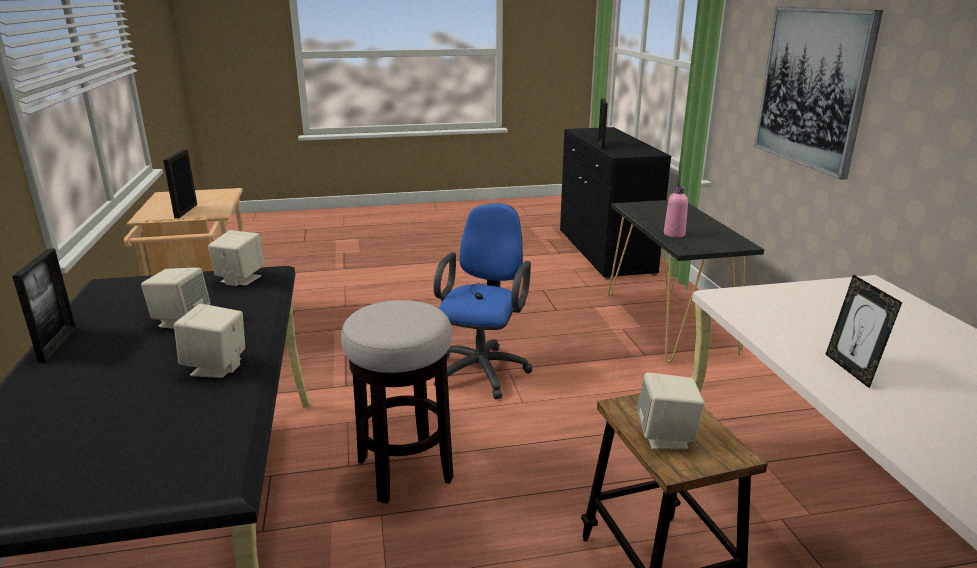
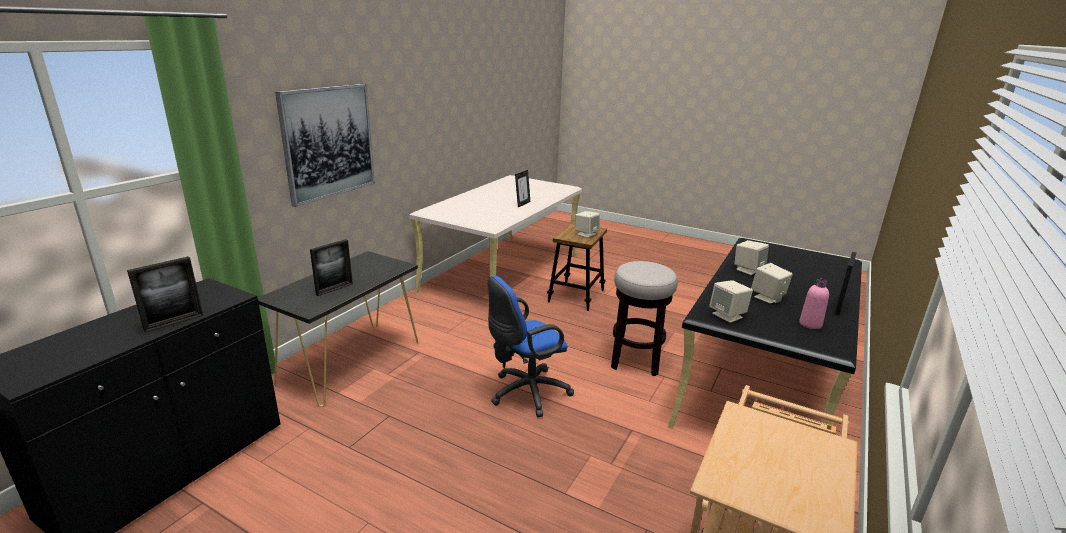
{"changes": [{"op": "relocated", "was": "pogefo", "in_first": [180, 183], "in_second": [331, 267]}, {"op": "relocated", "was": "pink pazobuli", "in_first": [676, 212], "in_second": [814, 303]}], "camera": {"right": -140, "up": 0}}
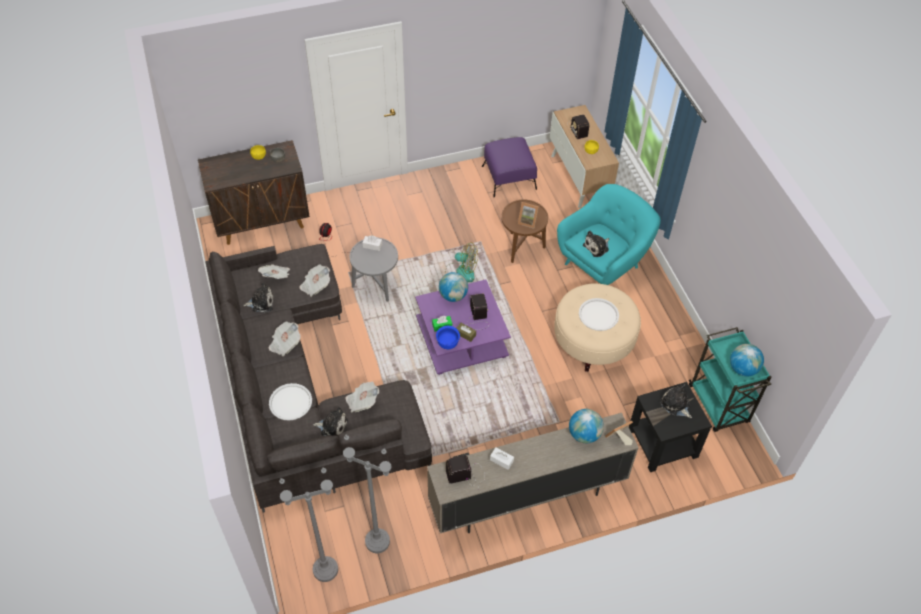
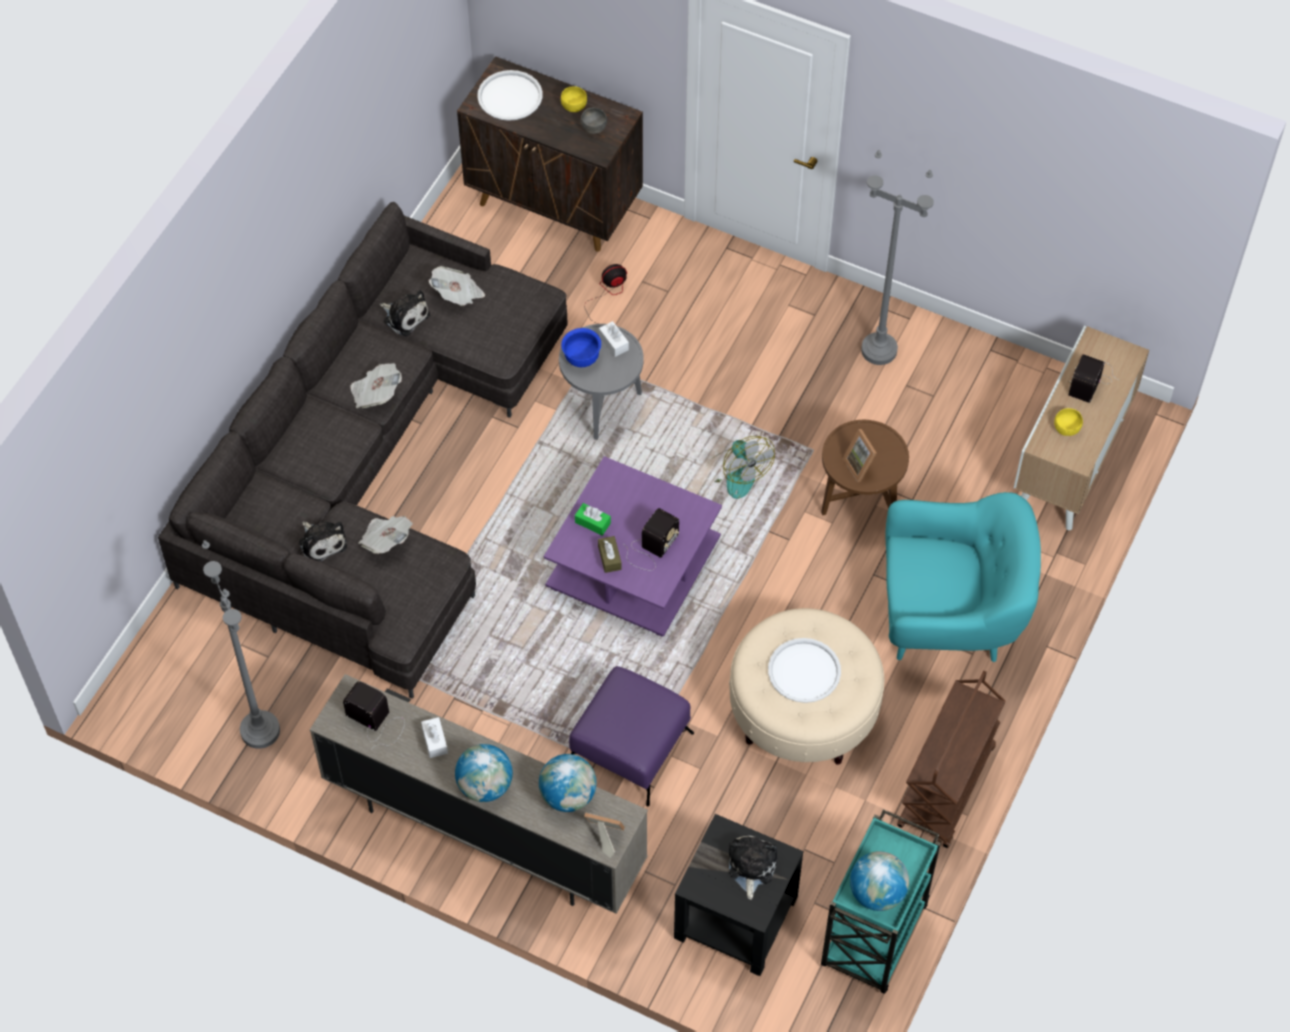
{"changes": [{"op": "missing", "was": "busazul", "in_first": [315, 281]}, {"op": "missing", "was": "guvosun", "in_first": [596, 244]}, {"op": "appeared", "now": "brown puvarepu", "in_second": [951, 759]}, {"op": "relocated", "was": "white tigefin", "in_first": [290, 402], "in_second": [510, 95]}, {"op": "relocated", "was": "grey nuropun", "in_first": [308, 525], "in_second": [897, 257]}, {"op": "relocated", "was": "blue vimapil", "in_first": [448, 337], "in_second": [581, 347]}, {"op": "relocated", "was": "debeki", "in_first": [453, 287], "in_second": [484, 773]}, {"op": "relocated", "was": "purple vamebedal", "in_first": [509, 167], "in_second": [631, 736]}], "camera": {"right": 45, "up": 5}}
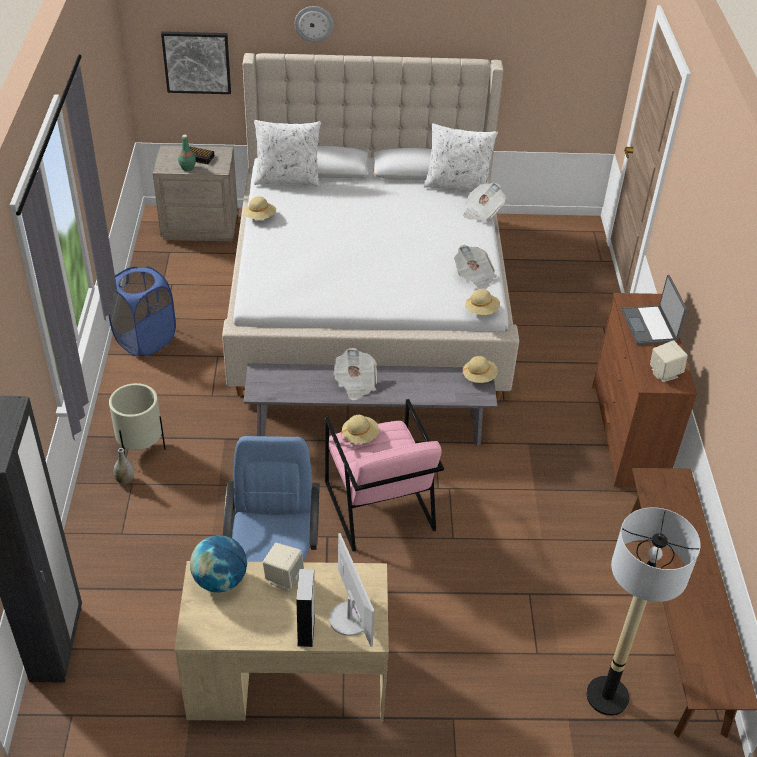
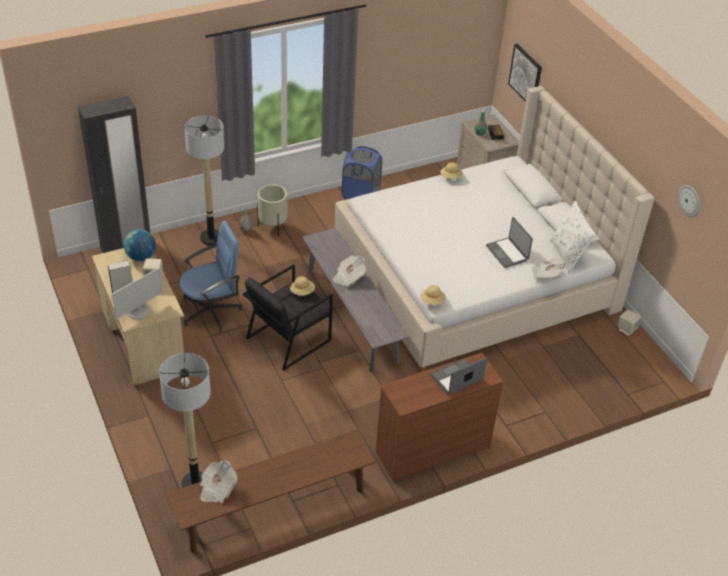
{"changes": [{"op": "missing", "was": "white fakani", "in_first": [287, 153]}, {"op": "missing", "was": "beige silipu", "in_first": [480, 369]}, {"op": "appeared", "now": "nuropun", "in_second": [204, 180]}, {"op": "appeared", "now": "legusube", "in_second": [509, 242]}, {"op": "relocated", "was": "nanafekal", "in_first": [314, 24], "in_second": [689, 201]}, {"op": "relocated", "was": "busazul", "in_first": [475, 267], "in_second": [218, 482]}, {"op": "relocated", "was": "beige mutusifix", "in_first": [669, 361], "in_second": [629, 322]}, {"op": "colour", "was": "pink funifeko", "now": "black funifeko", "in_first": [384, 475], "in_second": [288, 317]}], "camera": {"right": 65, "up": 0}}
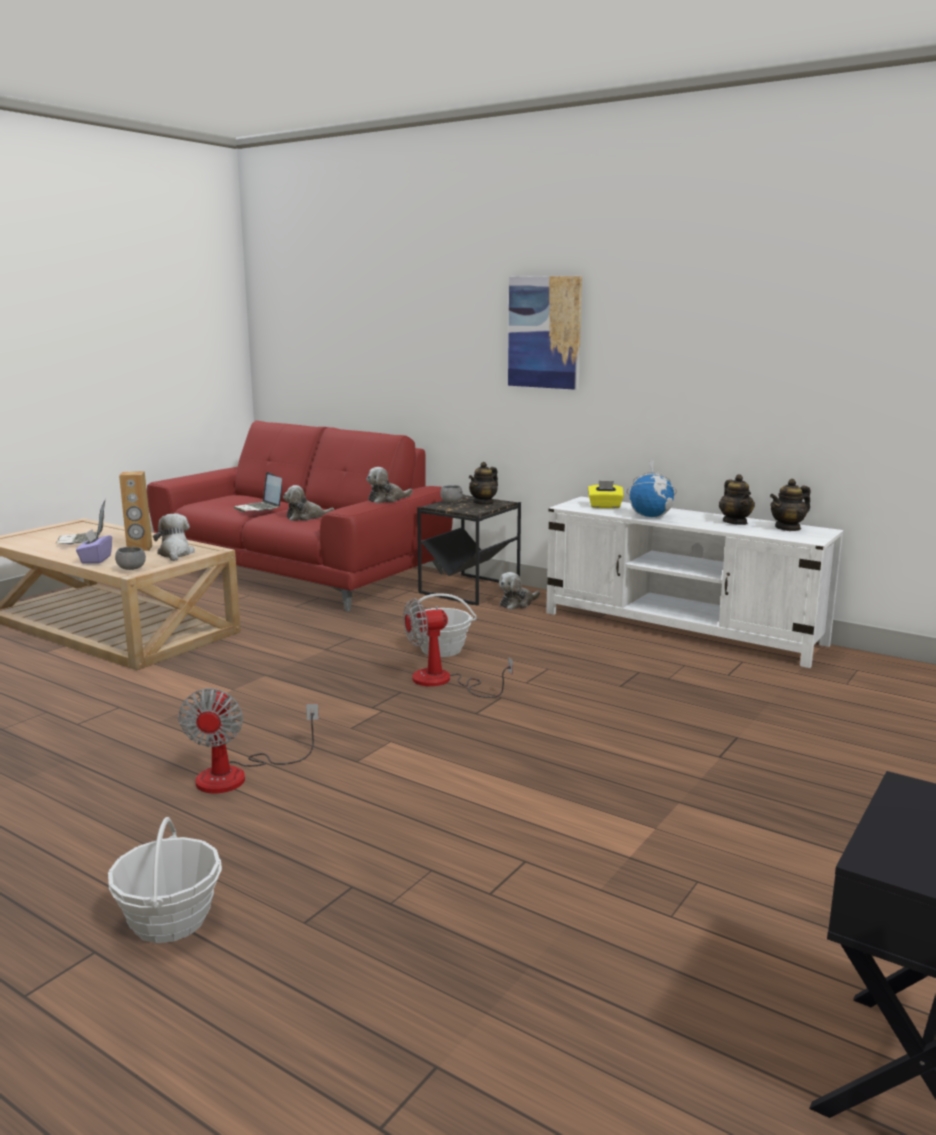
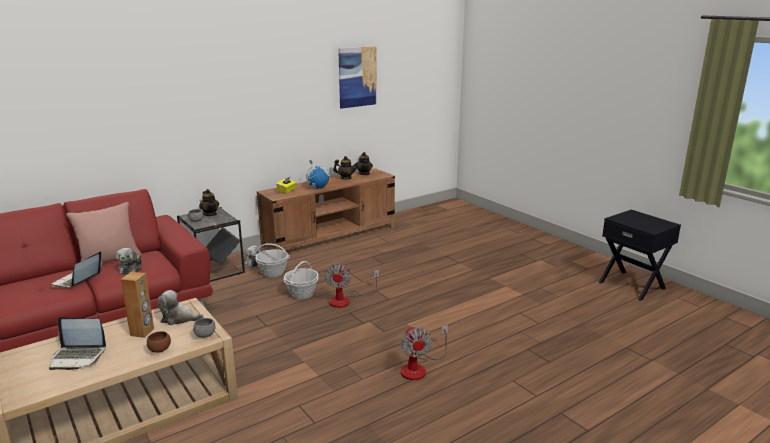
{"changes": [{"op": "missing", "was": "guvosun", "in_first": [389, 485]}, {"op": "appeared", "now": "pink fakani", "in_second": [104, 232]}, {"op": "relocated", "was": "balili", "in_first": [165, 880], "in_second": [272, 260]}, {"op": "relocated", "was": "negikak", "in_first": [545, 333], "in_second": [357, 77]}, {"op": "exchanged", "was": "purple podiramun", "now": "brown vimapil", "in_first": [94, 546], "in_second": [159, 342]}, {"op": "colour", "was": "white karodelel", "now": "brown karodelel", "in_first": [695, 582], "in_second": [326, 209]}, {"op": "spun", "was": "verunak", "in_first": [248, 740], "in_second": [424, 352], "clockwise": 60}, {"op": "spun", "was": "legusube", "in_first": [257, 492], "in_second": [76, 269], "clockwise": 120}], "camera": {"right": -70, "up": 5}}
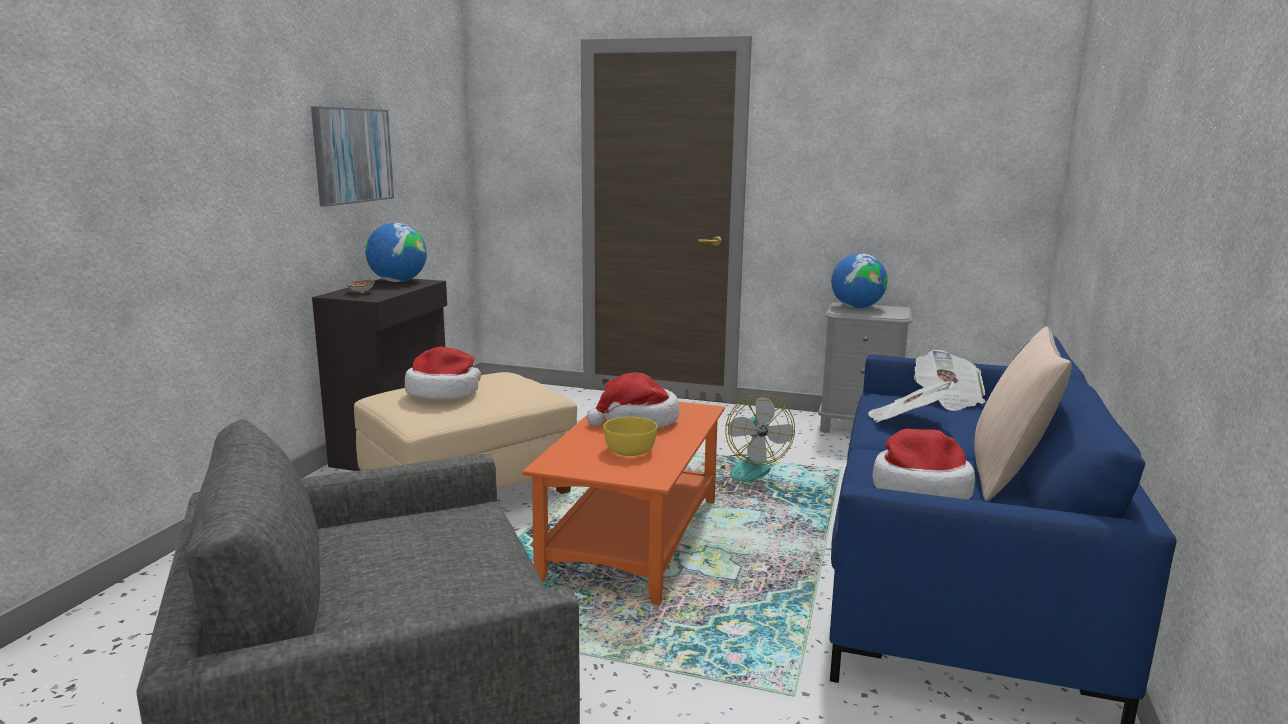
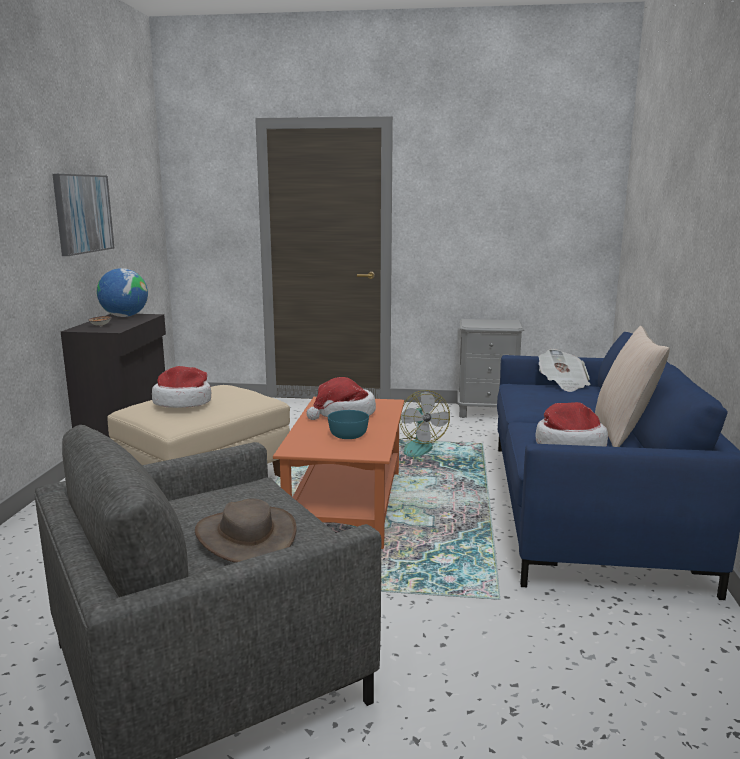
{"changes": [{"op": "missing", "was": "debeki", "in_first": [859, 280]}, {"op": "missing", "was": "busazul", "in_first": [911, 402]}, {"op": "appeared", "now": "brown silipu", "in_second": [246, 531]}, {"op": "colour", "was": "yellow vimapil", "now": "turquoise vimapil", "in_first": [630, 436], "in_second": [348, 424]}], "camera": {"right": -10, "up": 0}}
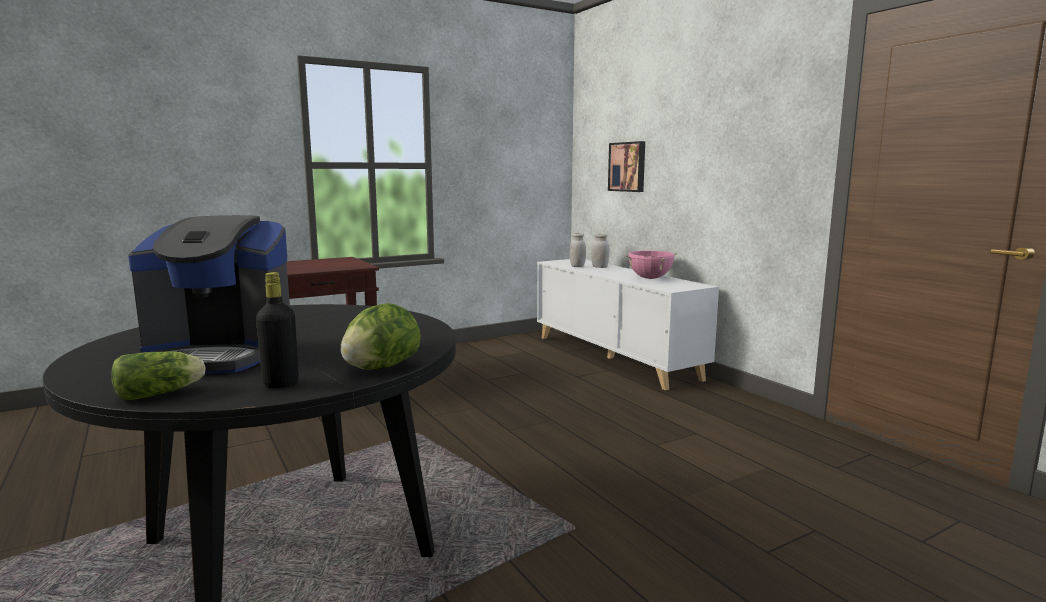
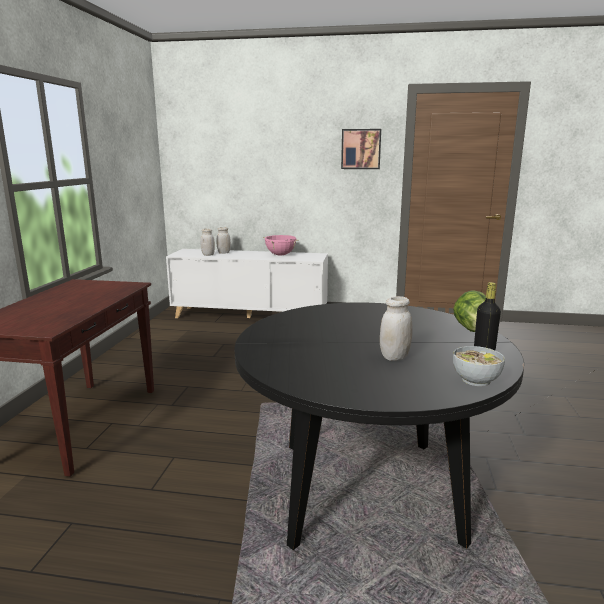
{"changes": [{"op": "relocated", "was": "negikak", "in_first": [626, 166], "in_second": [361, 149]}, {"op": "exchanged", "was": "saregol", "now": "vimapil", "in_first": [158, 375], "in_second": [479, 366]}, {"op": "exchanged", "was": "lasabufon", "now": "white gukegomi", "in_first": [209, 294], "in_second": [396, 328]}], "camera": {"right": -50, "up": 5}}
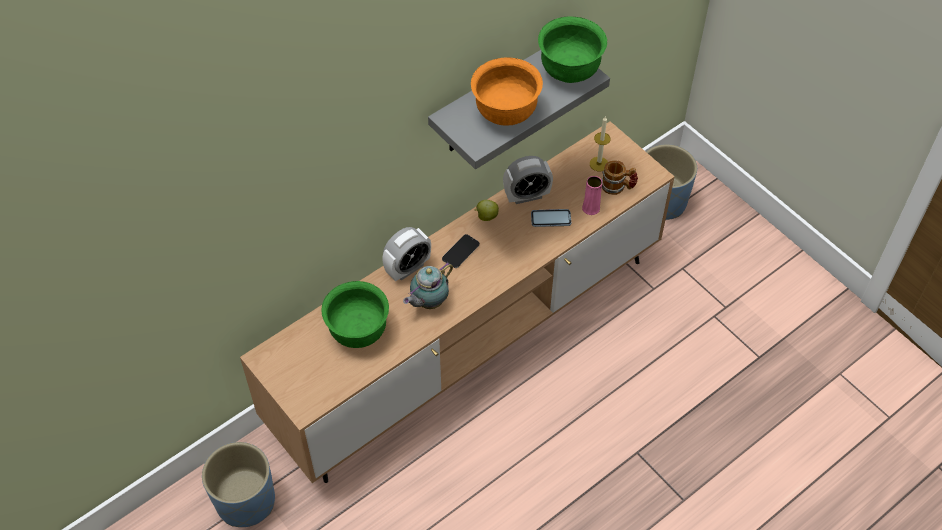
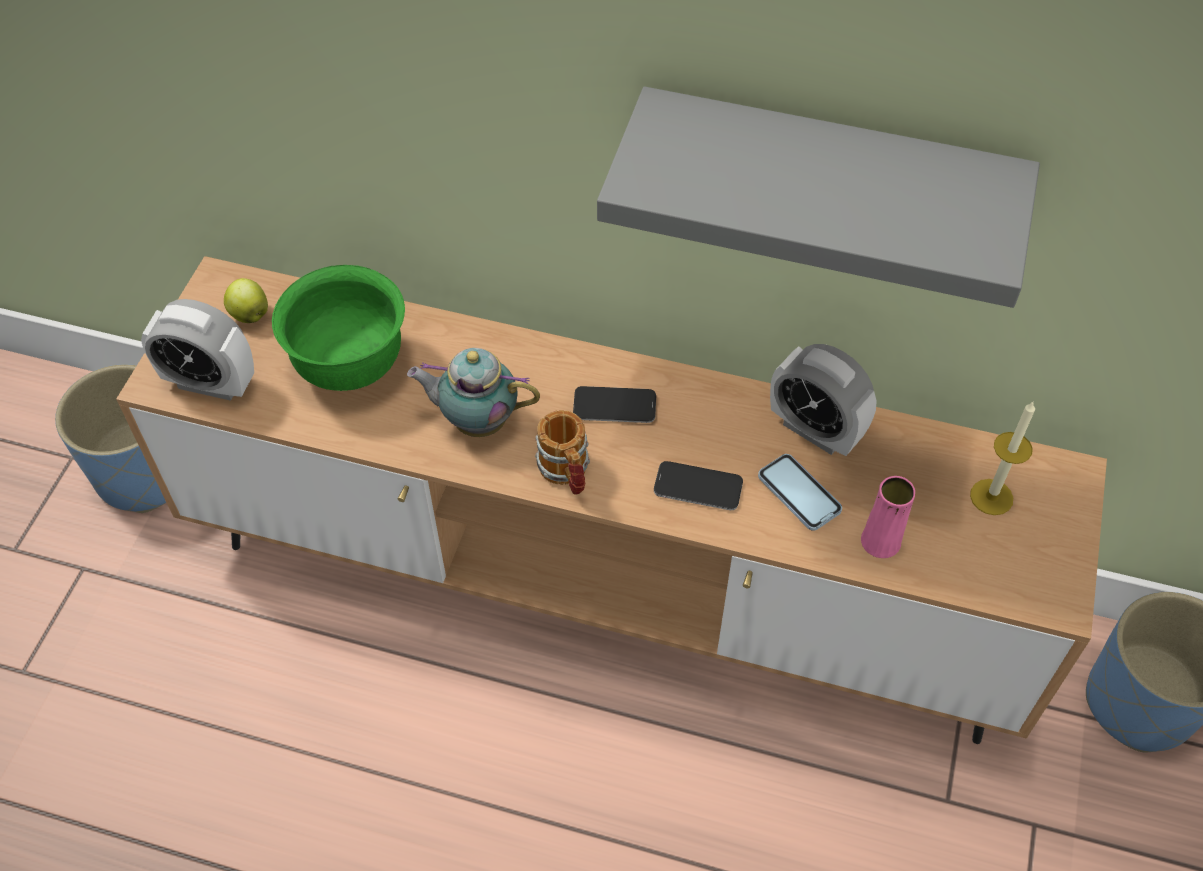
{"changes": [{"op": "missing", "was": "orange vimapil", "in_first": [507, 91]}, {"op": "missing", "was": "green vimapil", "in_first": [572, 49]}, {"op": "appeared", "now": "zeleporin", "in_second": [698, 485]}, {"op": "relocated", "was": "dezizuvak", "in_first": [406, 254], "in_second": [197, 350]}, {"op": "relocated", "was": "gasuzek", "in_first": [486, 210], "in_second": [246, 300]}, {"op": "relocated", "was": "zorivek", "in_first": [620, 177], "in_second": [562, 452]}], "camera": {"right": 55, "up": 0}}
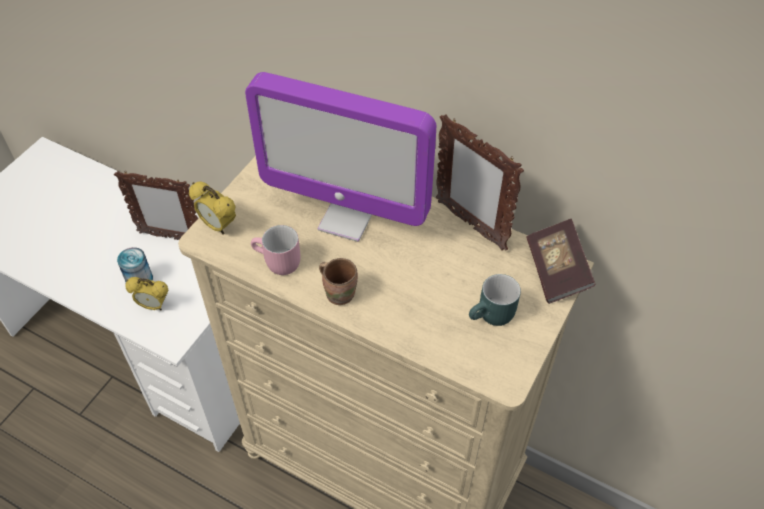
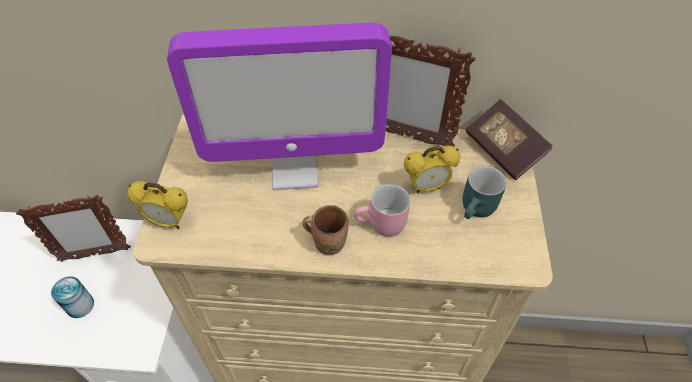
{"changes": [{"op": "relocated", "was": "dezizuvak", "in_first": [146, 294], "in_second": [431, 169]}, {"op": "relocated", "was": "pink zorivek", "in_first": [276, 250], "in_second": [382, 210]}], "camera": {"right": -25, "up": 0}}
